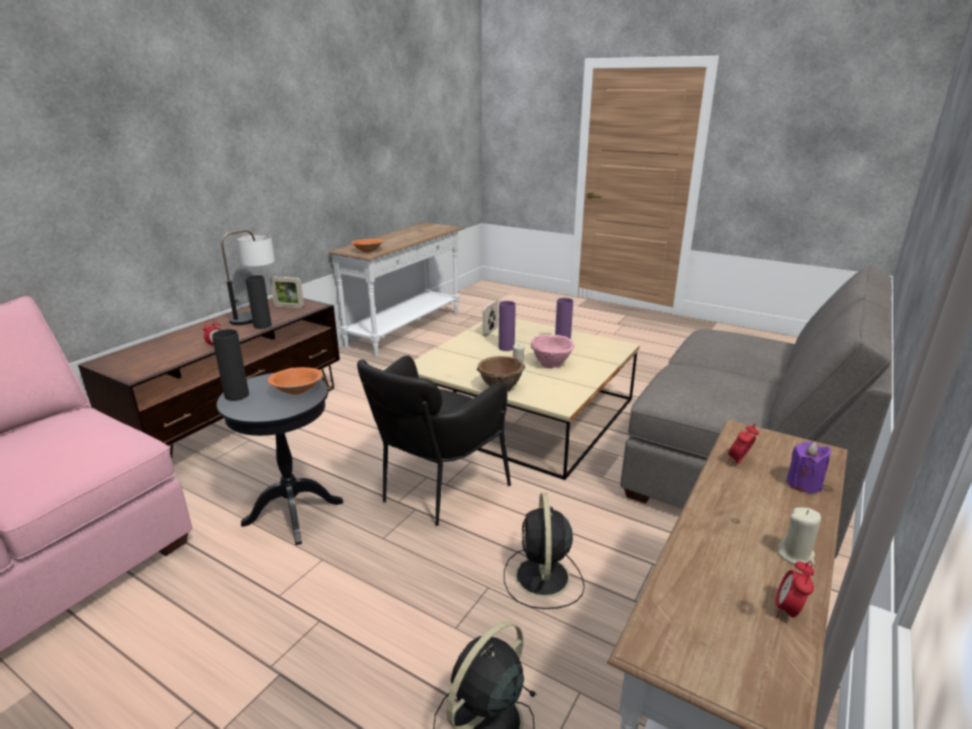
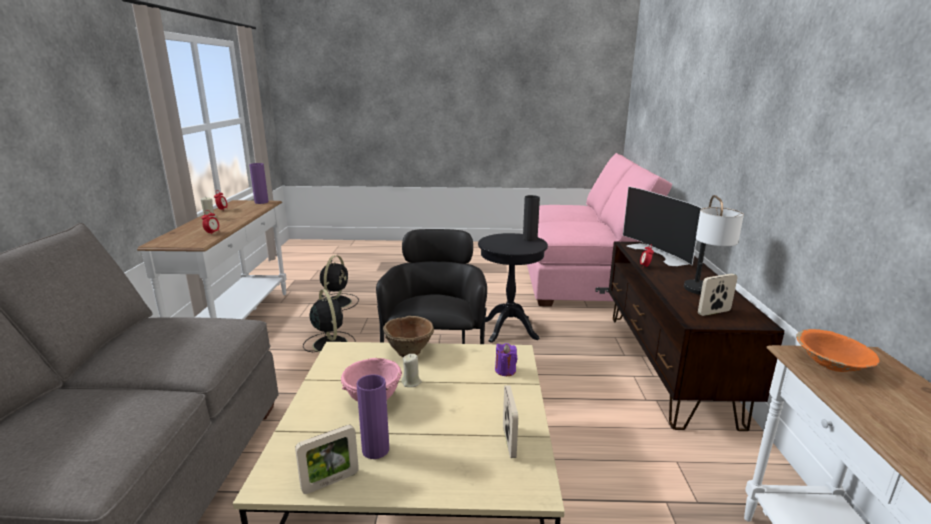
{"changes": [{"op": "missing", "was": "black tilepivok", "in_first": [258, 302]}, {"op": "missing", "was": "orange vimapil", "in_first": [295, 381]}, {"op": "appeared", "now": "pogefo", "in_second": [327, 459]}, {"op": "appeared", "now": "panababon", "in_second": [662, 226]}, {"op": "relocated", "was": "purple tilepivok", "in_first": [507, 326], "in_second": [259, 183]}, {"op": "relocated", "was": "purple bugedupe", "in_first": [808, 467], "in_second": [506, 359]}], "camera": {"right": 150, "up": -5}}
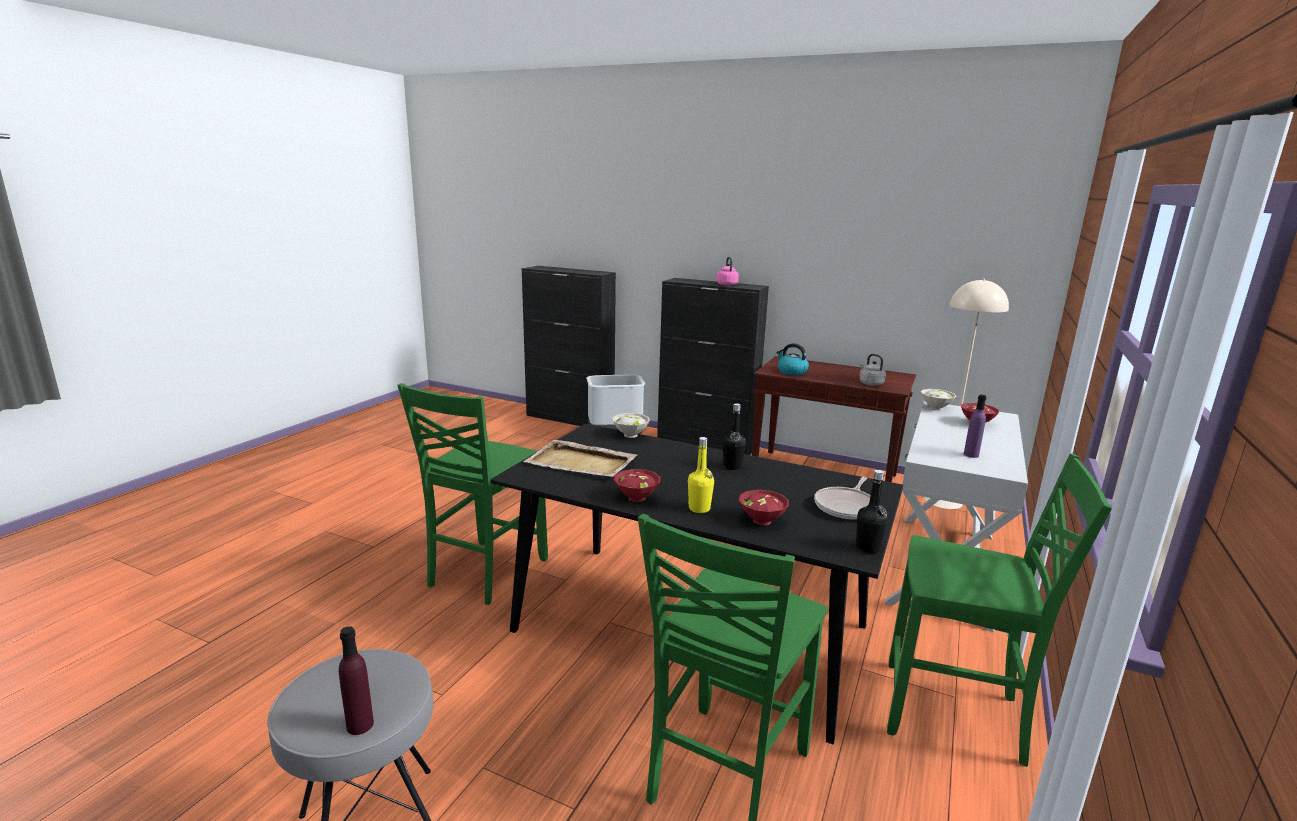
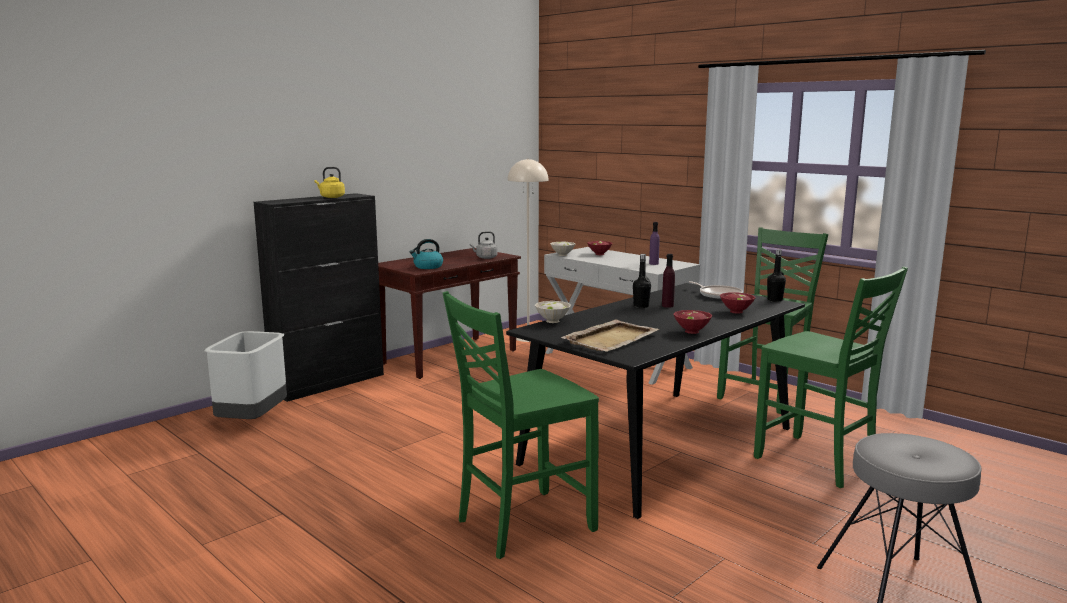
{"changes": [{"op": "missing", "was": "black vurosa", "in_first": [569, 346]}, {"op": "missing", "was": "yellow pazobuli", "in_first": [701, 475]}, {"op": "relocated", "was": "purple pazobuli", "in_first": [356, 680], "in_second": [668, 281]}, {"op": "colour", "was": "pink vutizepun", "now": "yellow vutizepun", "in_first": [727, 271], "in_second": [330, 182]}, {"op": "spun", "was": "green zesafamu", "in_first": [472, 494], "in_second": [521, 425], "clockwise": 105}], "camera": {"right": -70, "up": -5}}
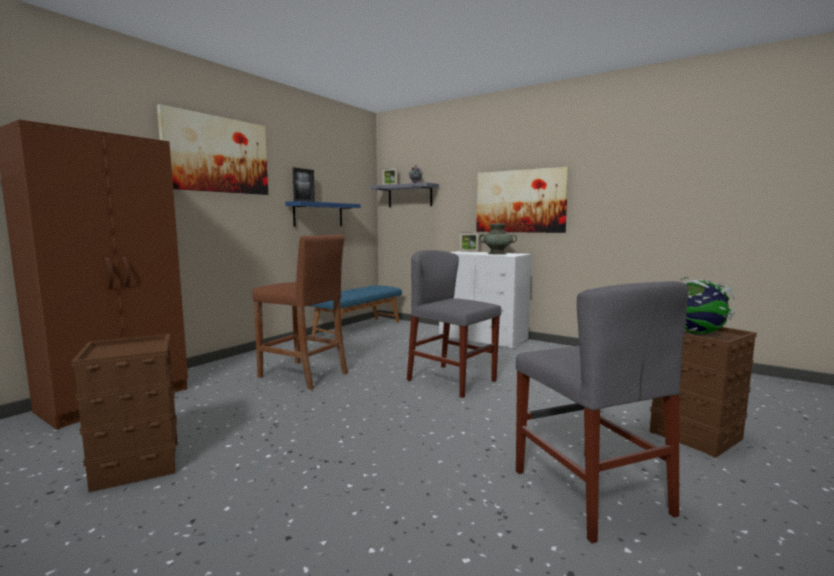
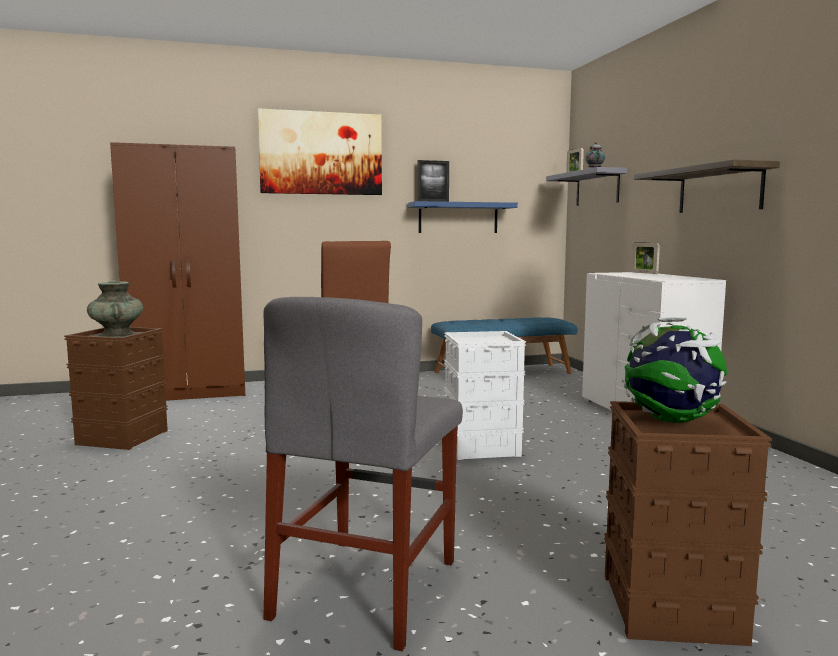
{"changes": [{"op": "relocated", "was": "turquoise tilepivok", "in_first": [498, 239], "in_second": [115, 308]}, {"op": "exchanged", "was": "grey zesafamu", "now": "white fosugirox", "in_first": [454, 324], "in_second": [485, 395]}, {"op": "exchanged", "was": "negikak", "now": "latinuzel", "in_first": [522, 200], "in_second": [707, 186]}], "camera": {"right": 40, "up": 0}}
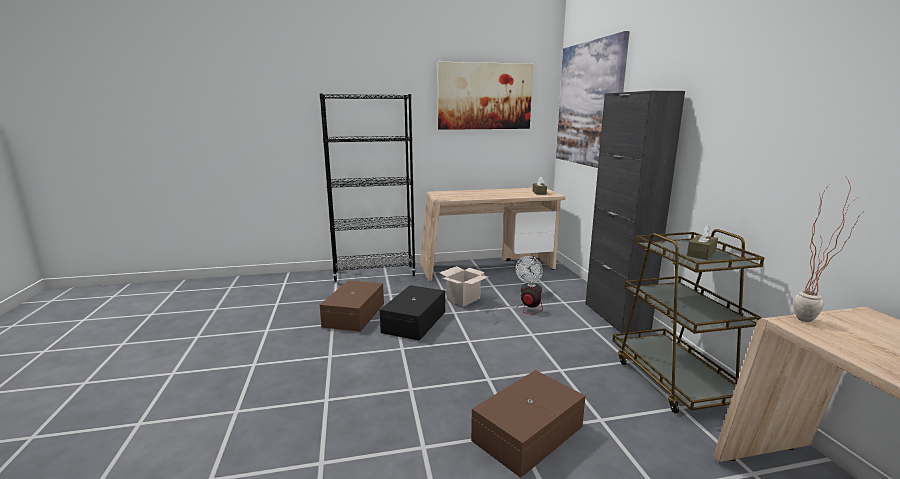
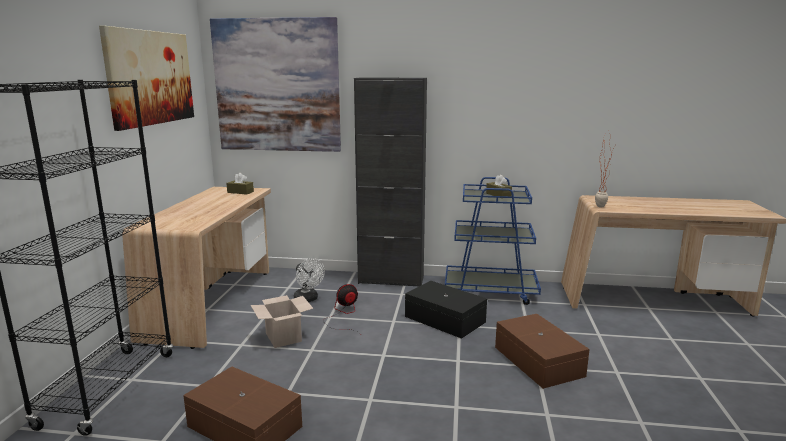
{"changes": [{"op": "relocated", "was": "black fosugirox", "in_first": [412, 313], "in_second": [446, 310]}, {"op": "colour", "was": "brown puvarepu", "now": "blue puvarepu", "in_first": [688, 321], "in_second": [493, 241]}], "camera": {"right": -70, "up": 0}}
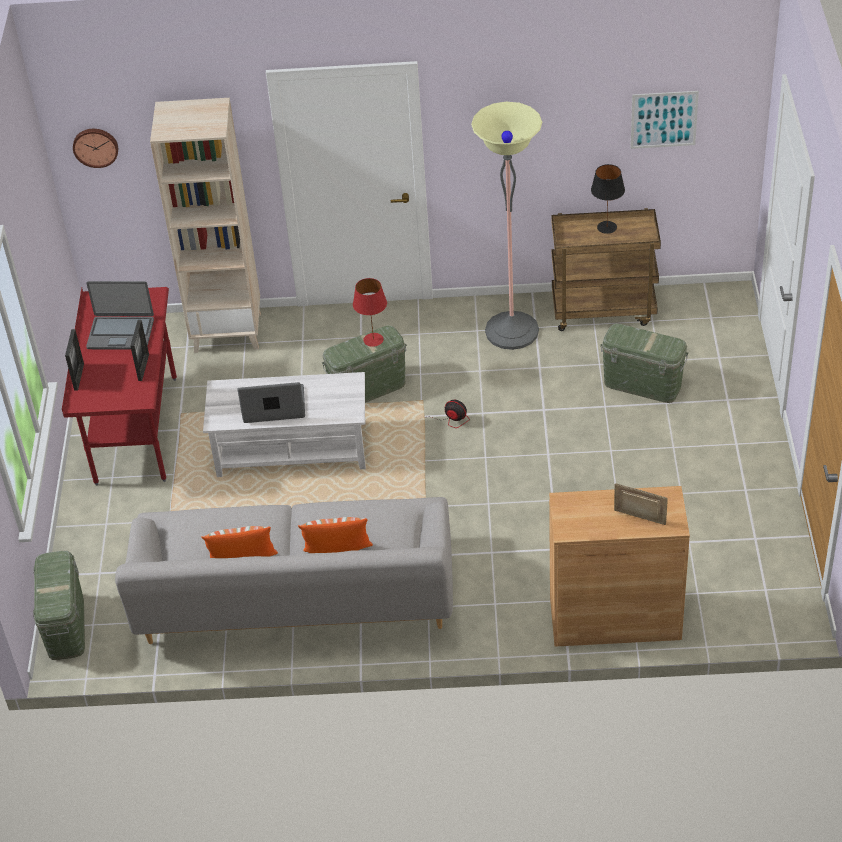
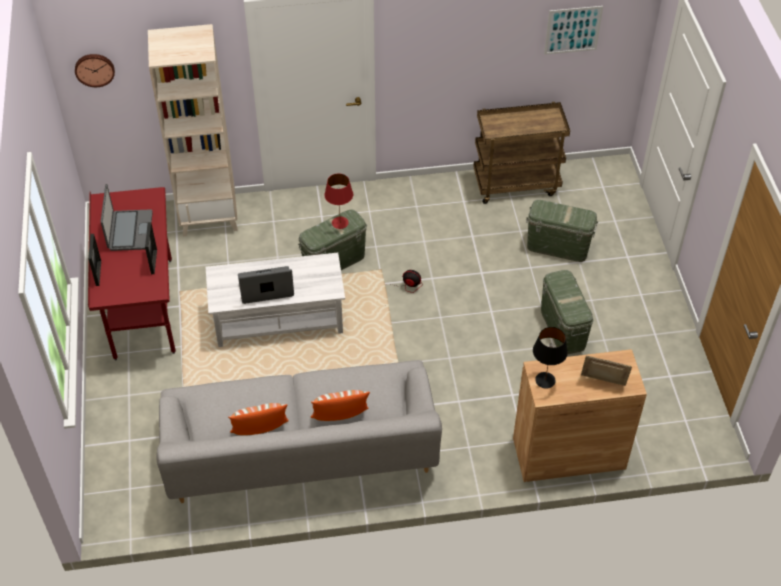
{"changes": [{"op": "missing", "was": "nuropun", "in_first": [506, 226]}, {"op": "relocated", "was": "green fosugirox", "in_first": [59, 605], "in_second": [567, 312]}, {"op": "relocated", "was": "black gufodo", "in_first": [608, 199], "in_second": [550, 357]}, {"op": "spun", "was": "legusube", "in_first": [120, 315], "in_second": [127, 217], "clockwise": -90}], "camera": {"right": -10, "up": 5}}
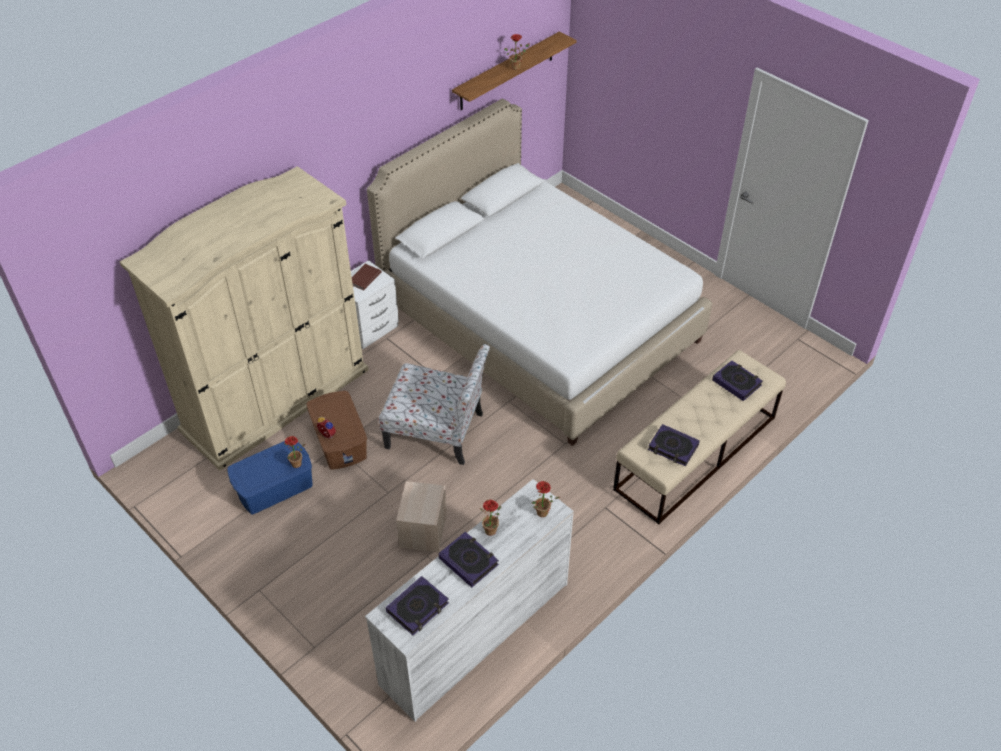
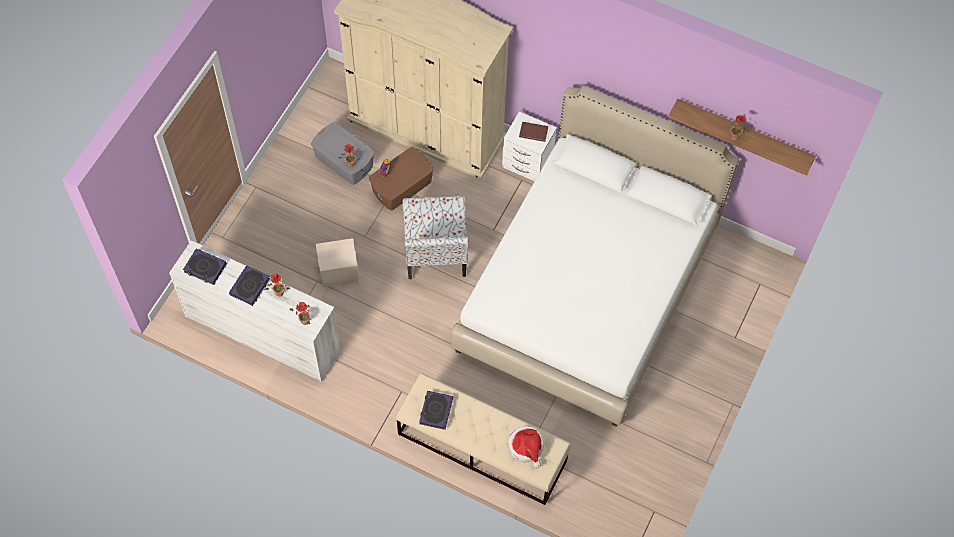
{"changes": [{"op": "exchanged", "was": "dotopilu", "now": "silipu", "in_first": [737, 380], "in_second": [526, 447]}, {"op": "colour", "was": "blue fosugirox", "now": "grey fosugirox", "in_first": [270, 478], "in_second": [343, 153]}], "camera": {"right": 70, "up": 15}}
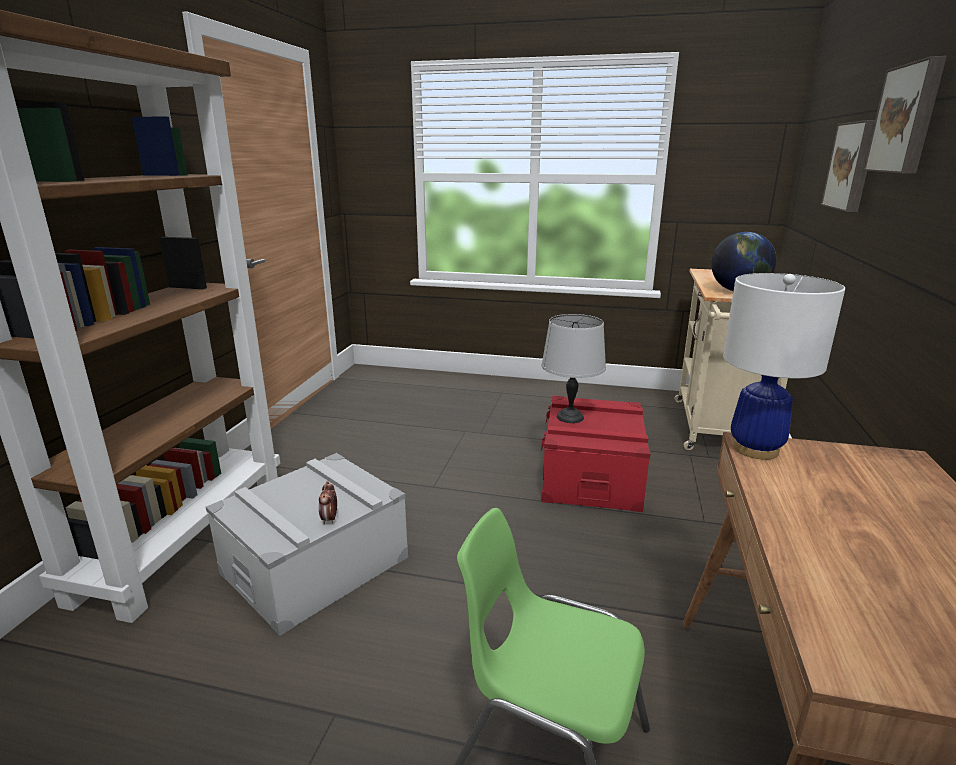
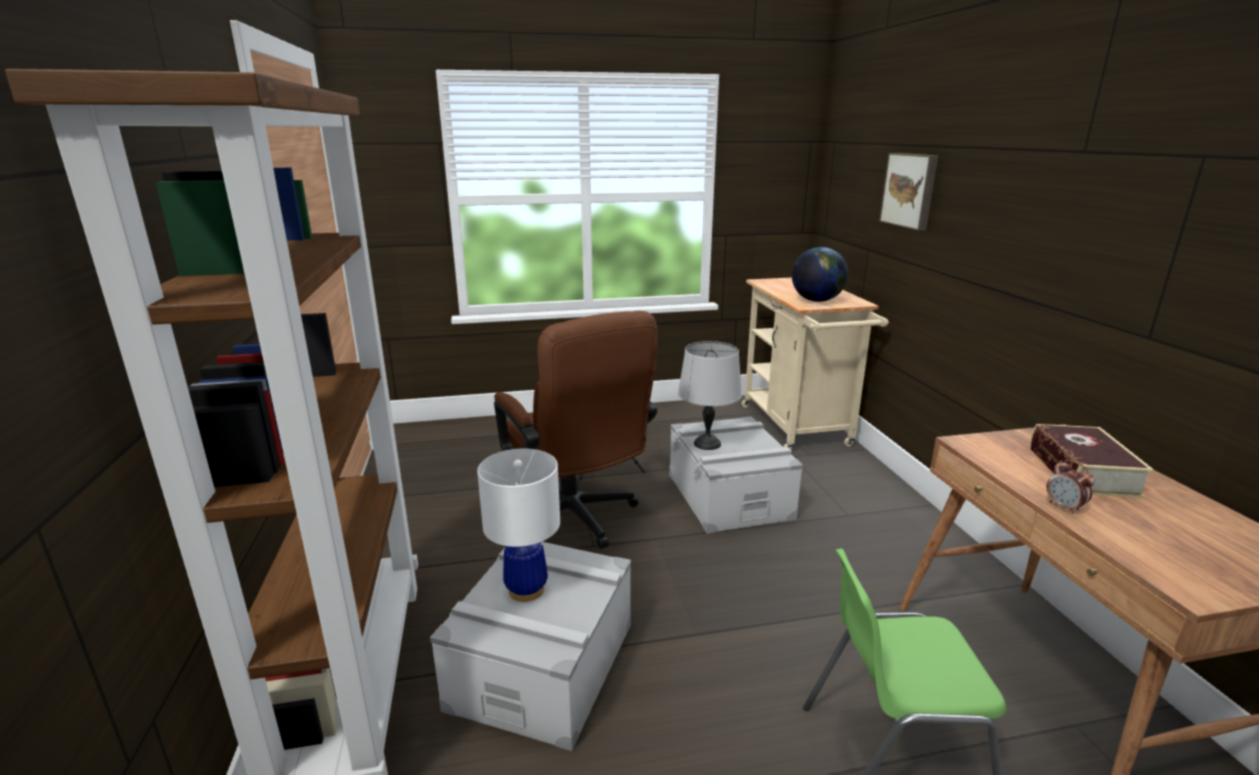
{"changes": [{"op": "missing", "was": "negikak", "in_first": [905, 115]}, {"op": "appeared", "now": "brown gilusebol", "in_second": [576, 430]}, {"op": "appeared", "now": "dotopilu", "in_second": [1092, 461]}, {"op": "relocated", "was": "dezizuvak", "in_first": [328, 503], "in_second": [1071, 487]}, {"op": "relocated", "was": "white gufodo", "in_first": [784, 366], "in_second": [518, 525]}, {"op": "colour", "was": "red fosugirox", "now": "grey fosugirox", "in_first": [596, 454], "in_second": [736, 475]}], "camera": {"right": -25, "up": 0}}
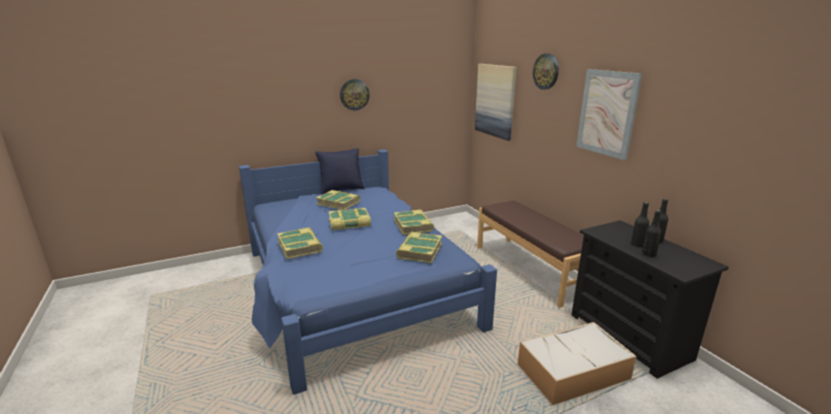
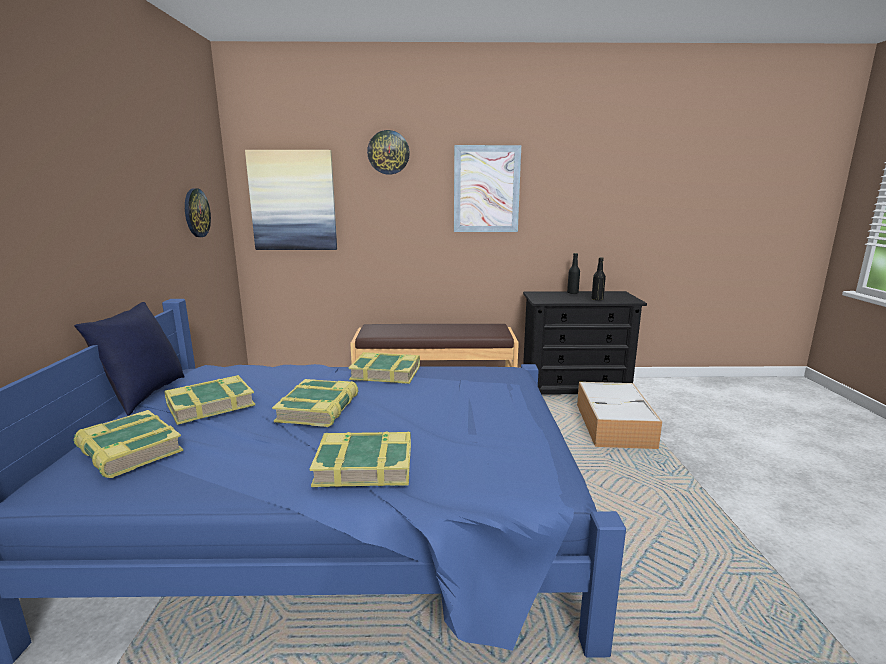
{"changes": [{"op": "missing", "was": "black pazobuli", "in_first": [640, 224]}, {"op": "relocated", "was": "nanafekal", "in_first": [355, 95], "in_second": [198, 212]}, {"op": "relocated", "was": "dotopilu", "in_first": [419, 247], "in_second": [128, 444]}], "camera": {"right": -65, "up": -5}}
